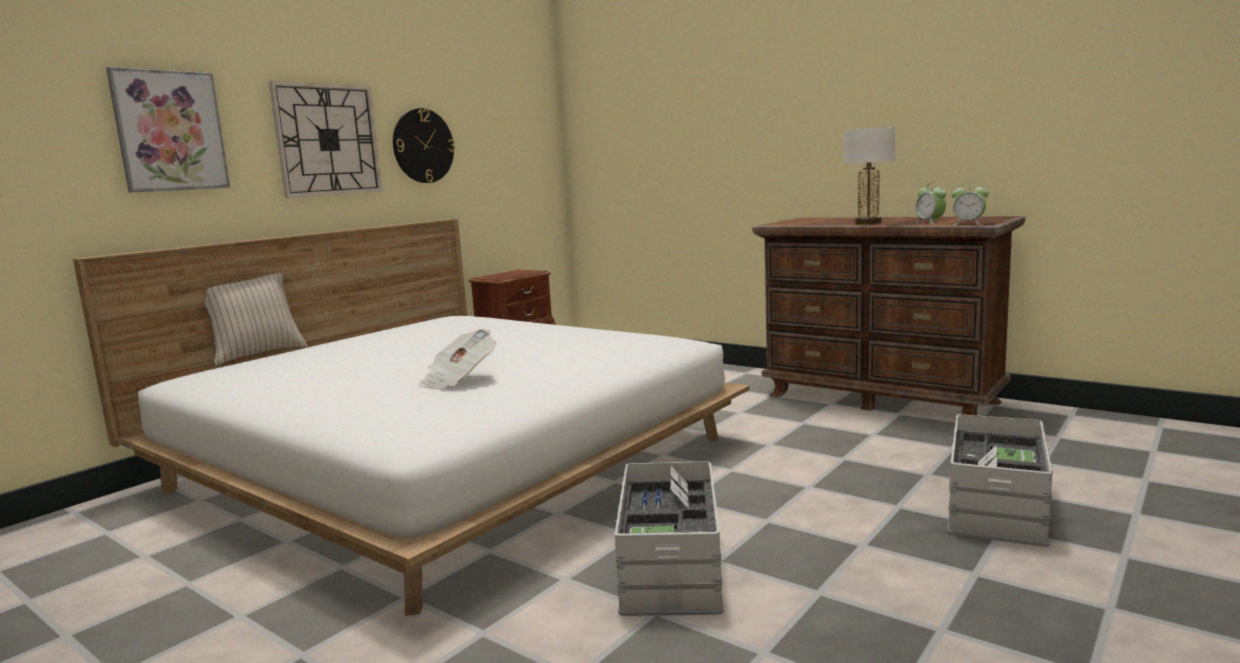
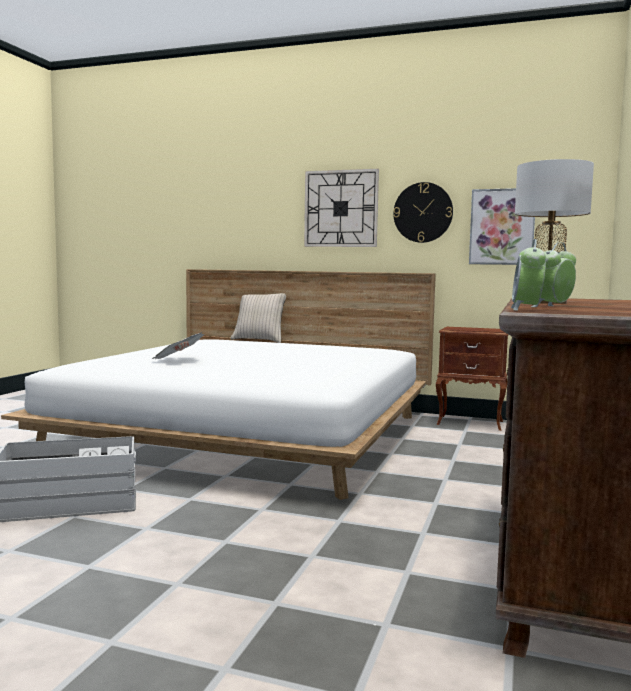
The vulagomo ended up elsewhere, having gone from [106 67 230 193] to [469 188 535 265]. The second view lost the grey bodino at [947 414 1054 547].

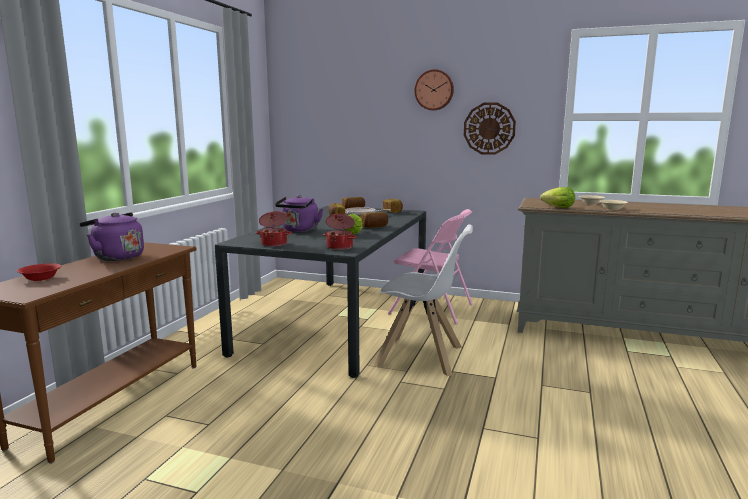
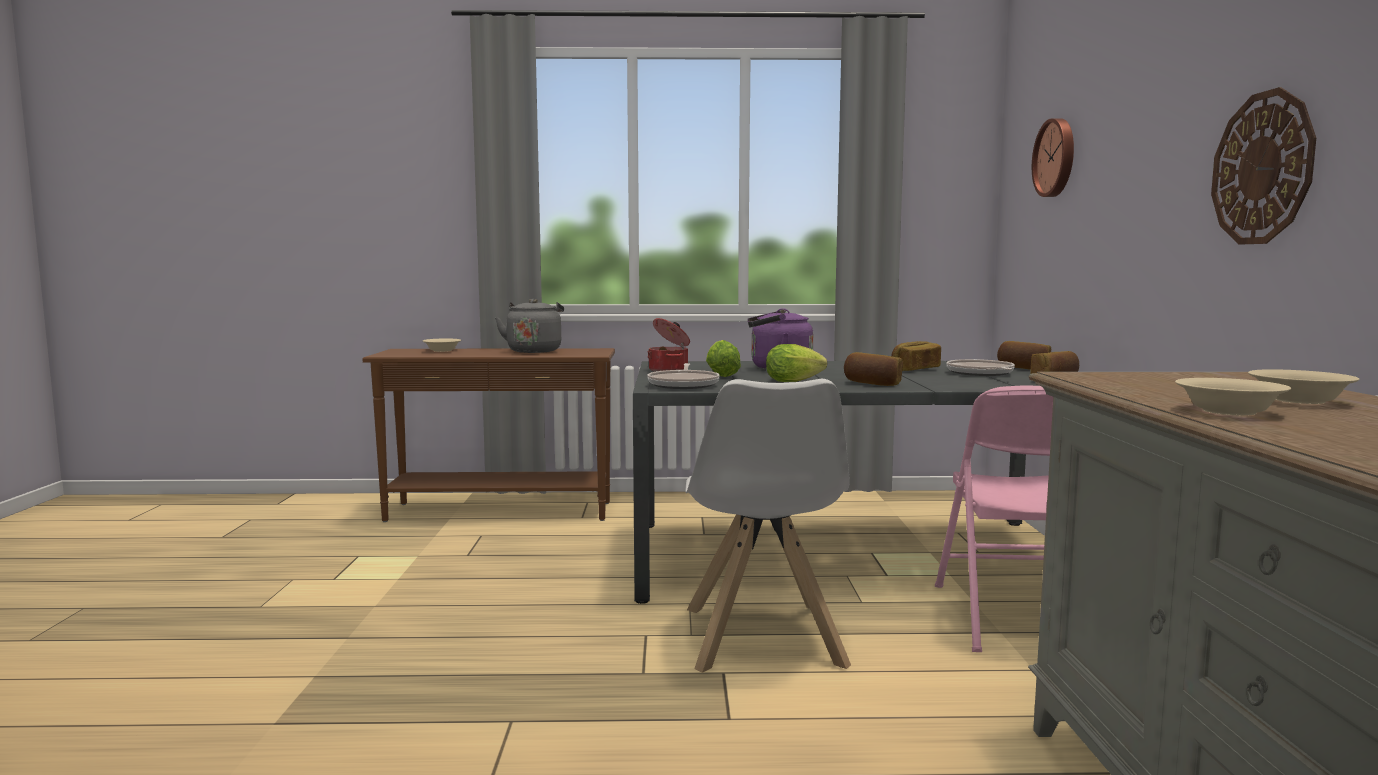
What was the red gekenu at [17 263 61 281] turned into the beige gekenu at [423 338 461 352]. What was the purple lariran at [79 212 144 261] turned into the grey lariran at [495 299 564 353]. Where the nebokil stood at [323 214 357 250], the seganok came to stand at [647 363 720 389]. The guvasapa ended up elsewhere, having gone from [414 69 454 110] to [1032 118 1074 197]. The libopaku ended up elsewhere, having gone from [540 187 575 208] to [706 340 741 377].

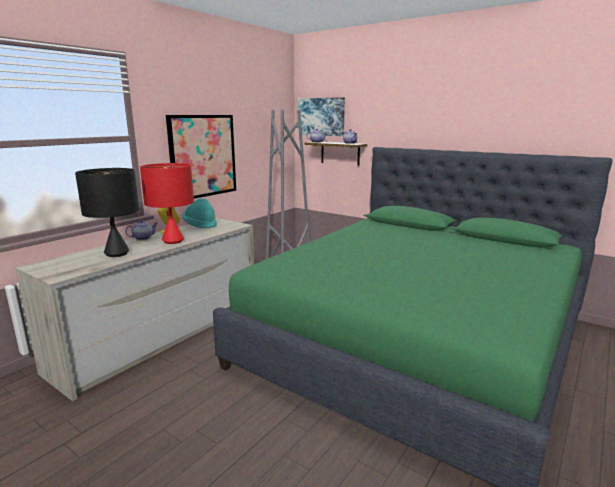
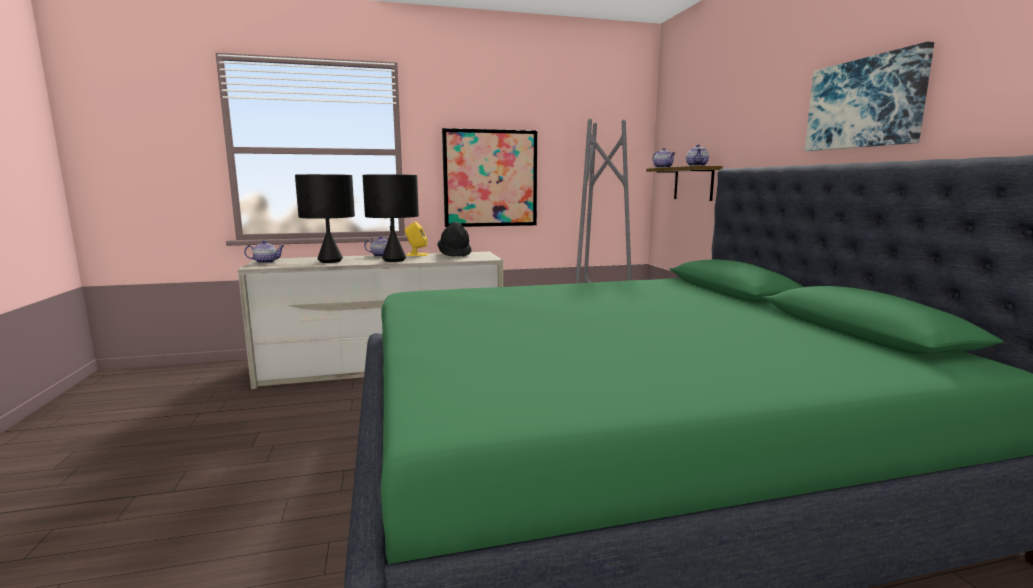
What was the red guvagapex at [140 163 194 244] turned into the black guvagapex at [363 174 419 262]. What was the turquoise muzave at [182 198 217 229] turned into the black muzave at [438 222 471 257]. The vulagomo ended up elsewhere, having gone from [298 97 345 136] to [805 42 934 151]. The second view gained the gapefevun at [244 240 284 263].

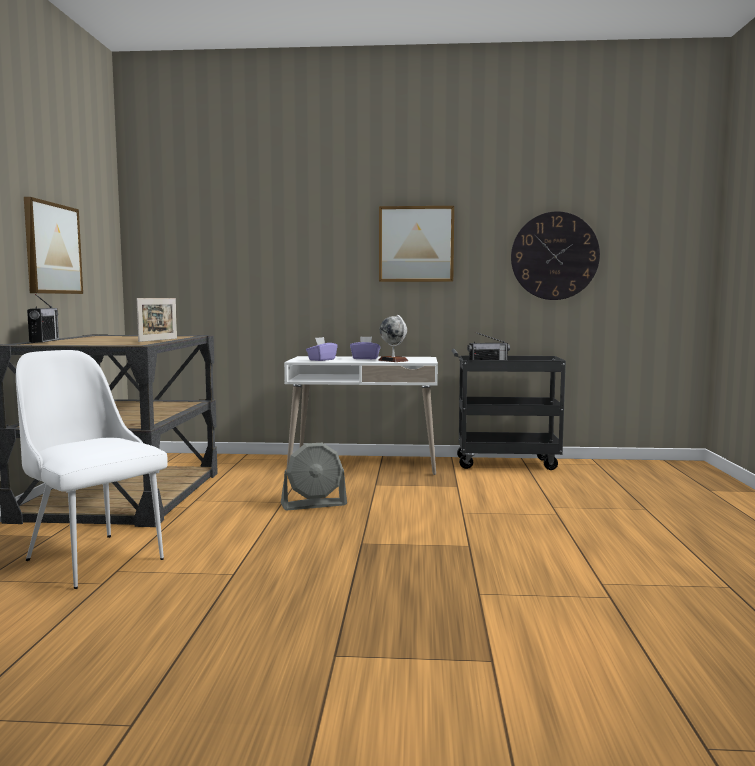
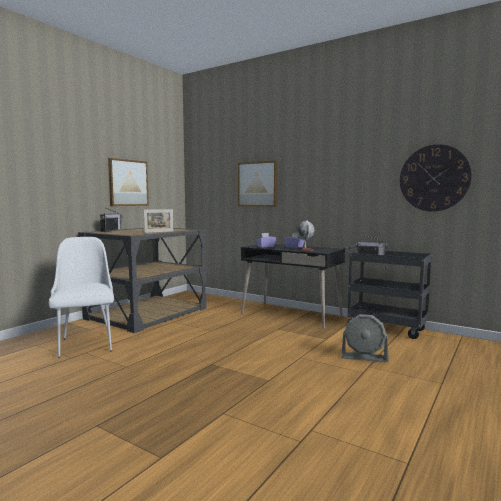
The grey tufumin ended up elsewhere, having gone from [281 443 347 510] to [341 314 389 362]. What was the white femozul at [284 356 438 475] turned into the black femozul at [241 244 345 329]. The vulagomo ended up elsewhere, having gone from [379 206 454 282] to [238 161 277 207].

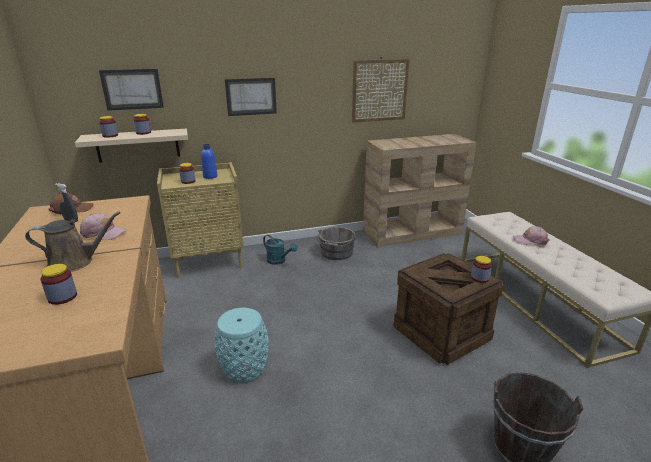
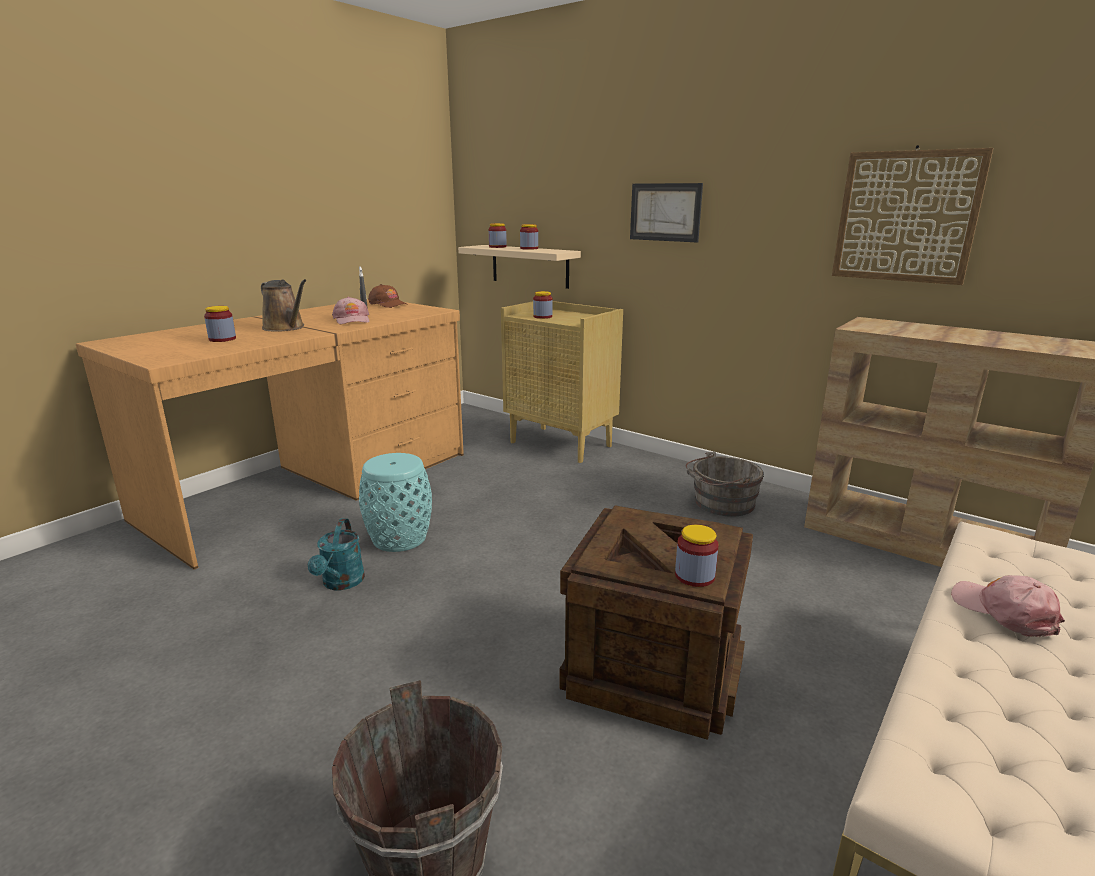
The second view lost the vulagomo at [99 69 164 110]. The second view lost the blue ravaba at [201 144 217 179]. The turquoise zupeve ended up elsewhere, having gone from [263 235 297 265] to [308 518 365 591].

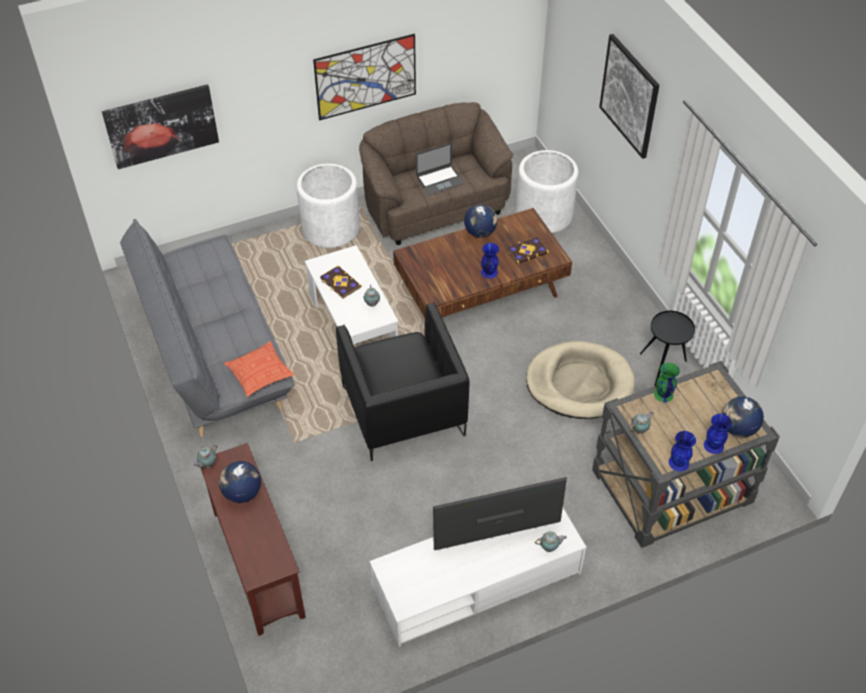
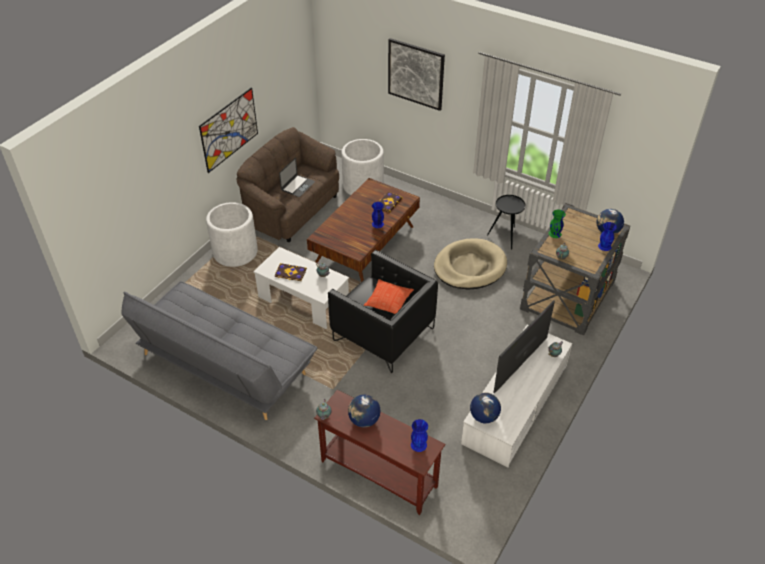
The second view lost the vulagomo at [102 84 219 169]. The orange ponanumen ended up elsewhere, having gone from [224 341 294 397] to [364 279 414 314]. The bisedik ended up elsewhere, having gone from [464 204 497 238] to [470 392 501 424]. The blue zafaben ended up elsewhere, having gone from [669 431 696 471] to [411 419 428 452].

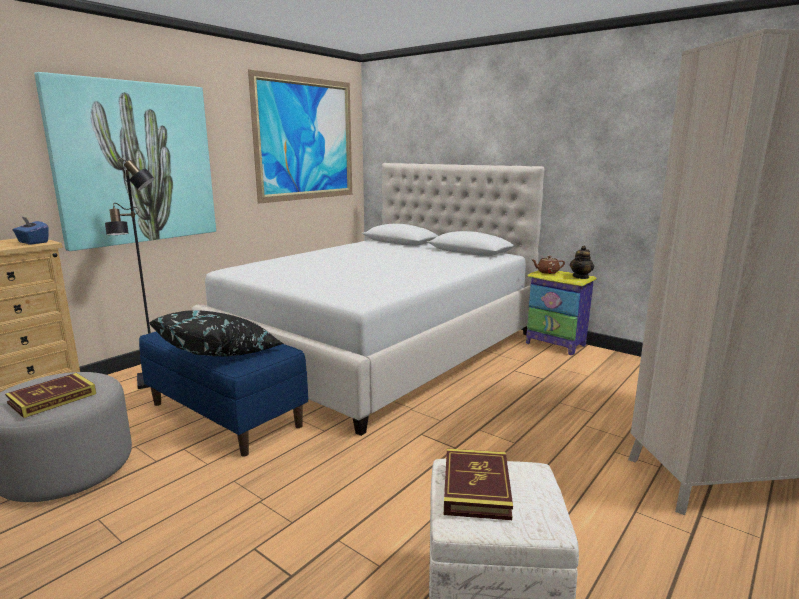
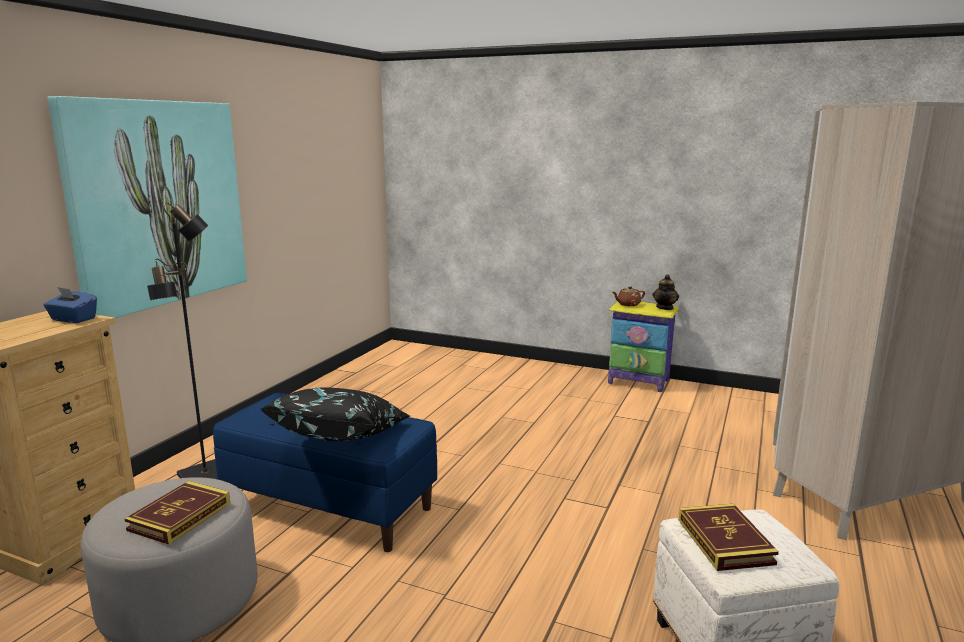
The second view lost the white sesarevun at [192 163 544 436]. The second view lost the vulagomo at [248 69 352 204].

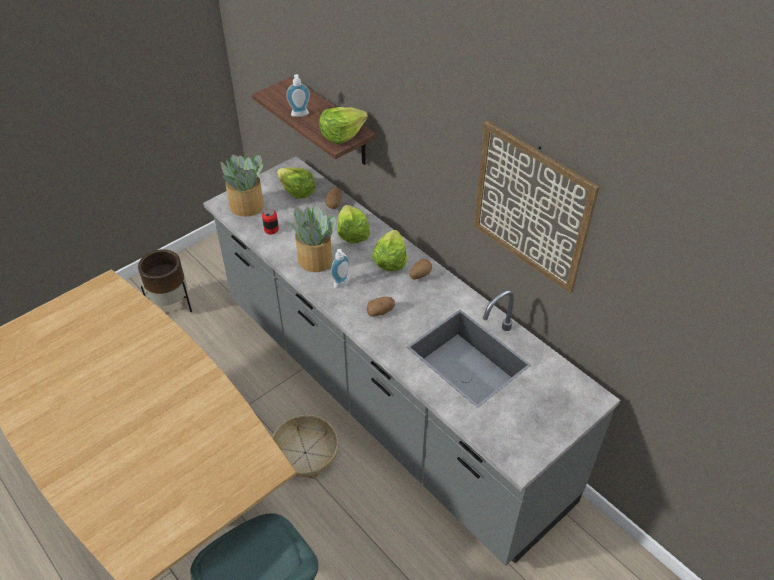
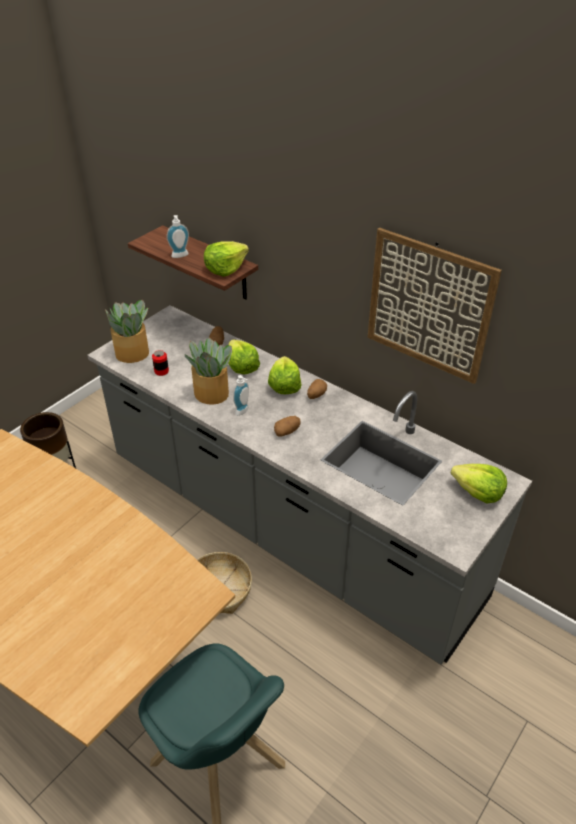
The libopaku ended up elsewhere, having gone from [277 167 316 199] to [450 464 507 504].

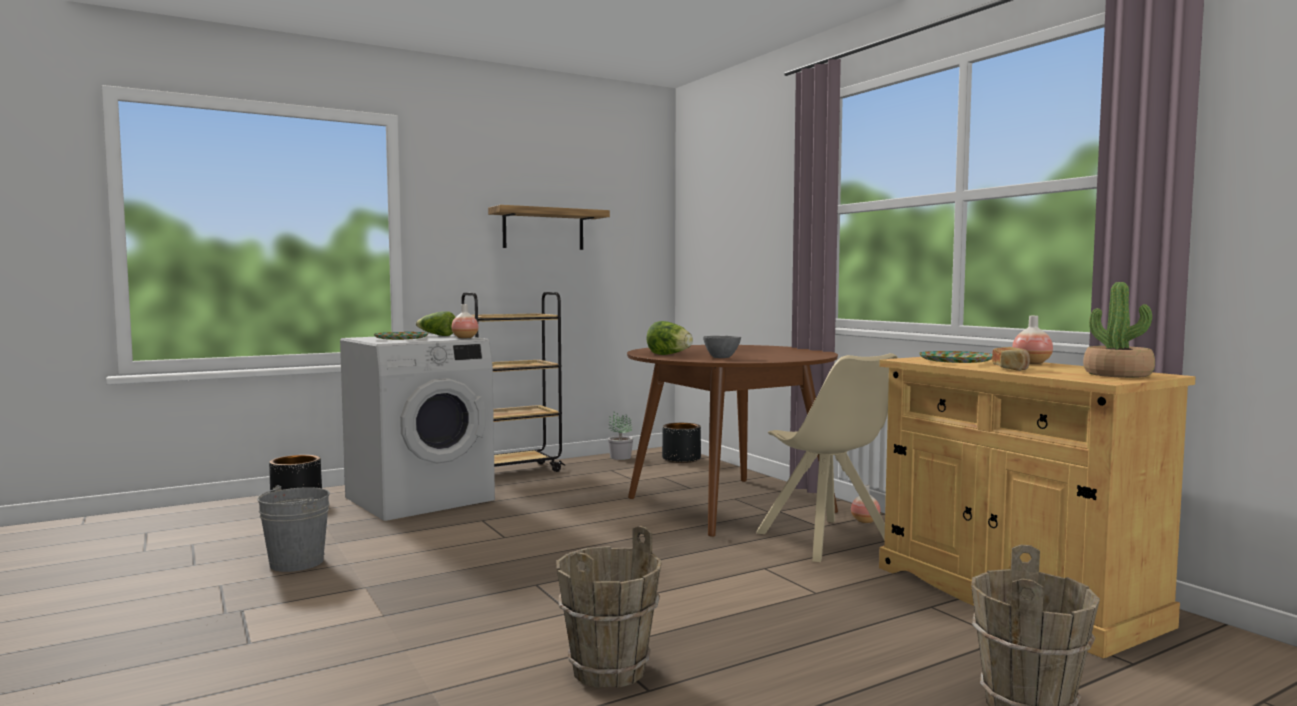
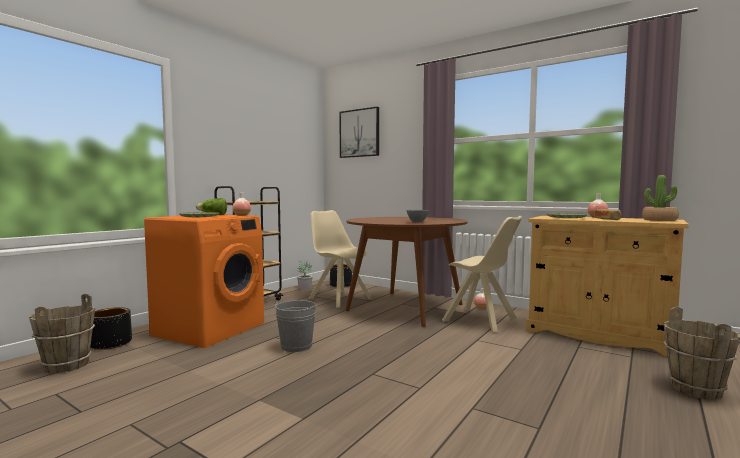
The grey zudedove ended up elsewhere, having gone from [257 485 330 572] to [274 300 317 352]. What was the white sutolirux at [340 334 495 521] turned into the orange sutolirux at [144 215 264 348]. The second view lost the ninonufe at [488 205 610 250]. The brown zudedove ended up elsewhere, having gone from [556 526 662 688] to [29 294 95 374]. The second view lost the libopaku at [646 321 693 355]. The second view gained the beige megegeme at [309 210 372 307]. The second view gained the vulagomo at [339 107 379 158].

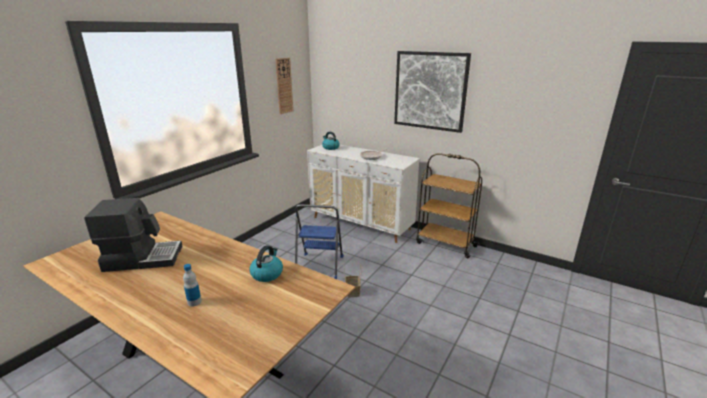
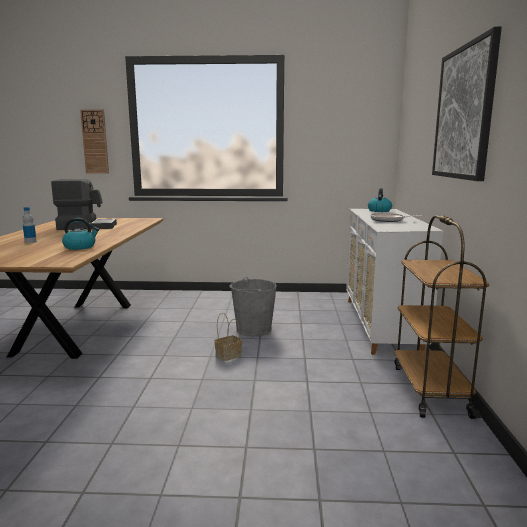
The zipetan at [84 198 182 272] ended up facing another way, 60 degrees counterclockwise from before. The guvasapa ended up elsewhere, having gone from [275 58 293 114] to [80 109 109 174]. Where the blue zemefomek stood at [295 204 344 279], the grey zudedove came to stand at [229 277 277 336].

